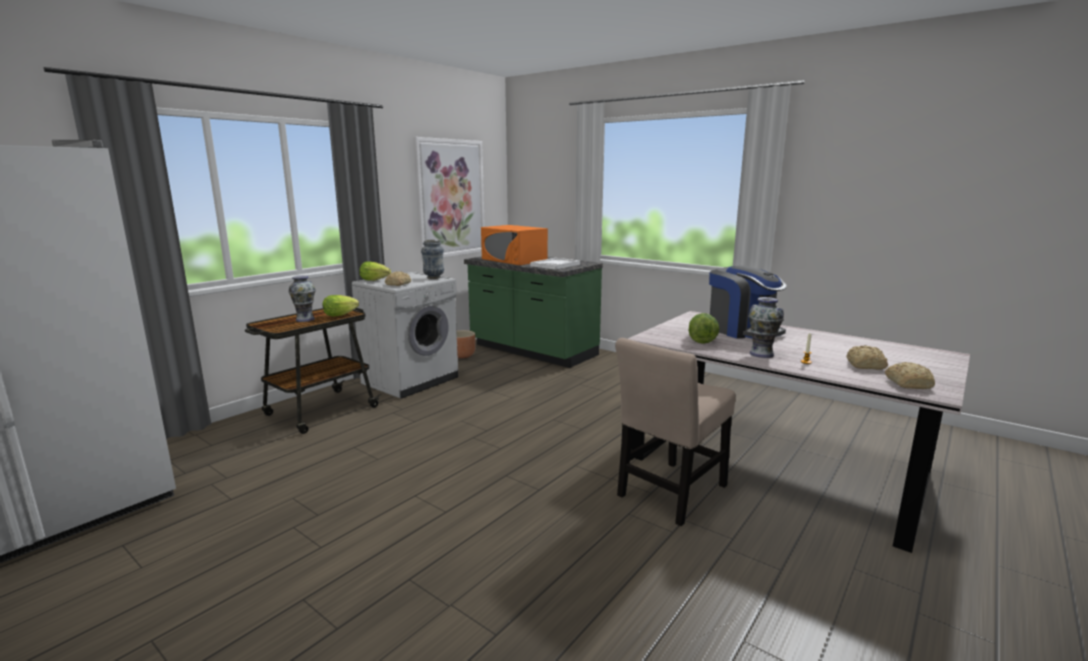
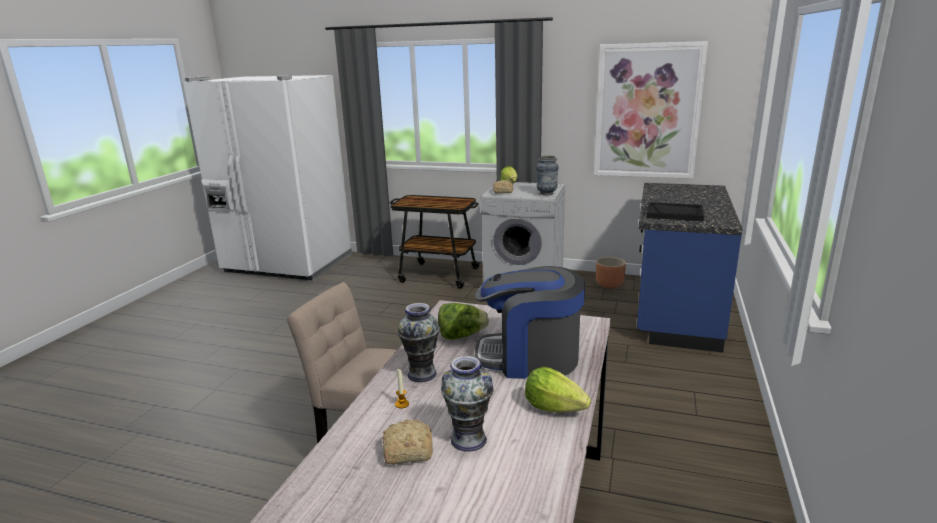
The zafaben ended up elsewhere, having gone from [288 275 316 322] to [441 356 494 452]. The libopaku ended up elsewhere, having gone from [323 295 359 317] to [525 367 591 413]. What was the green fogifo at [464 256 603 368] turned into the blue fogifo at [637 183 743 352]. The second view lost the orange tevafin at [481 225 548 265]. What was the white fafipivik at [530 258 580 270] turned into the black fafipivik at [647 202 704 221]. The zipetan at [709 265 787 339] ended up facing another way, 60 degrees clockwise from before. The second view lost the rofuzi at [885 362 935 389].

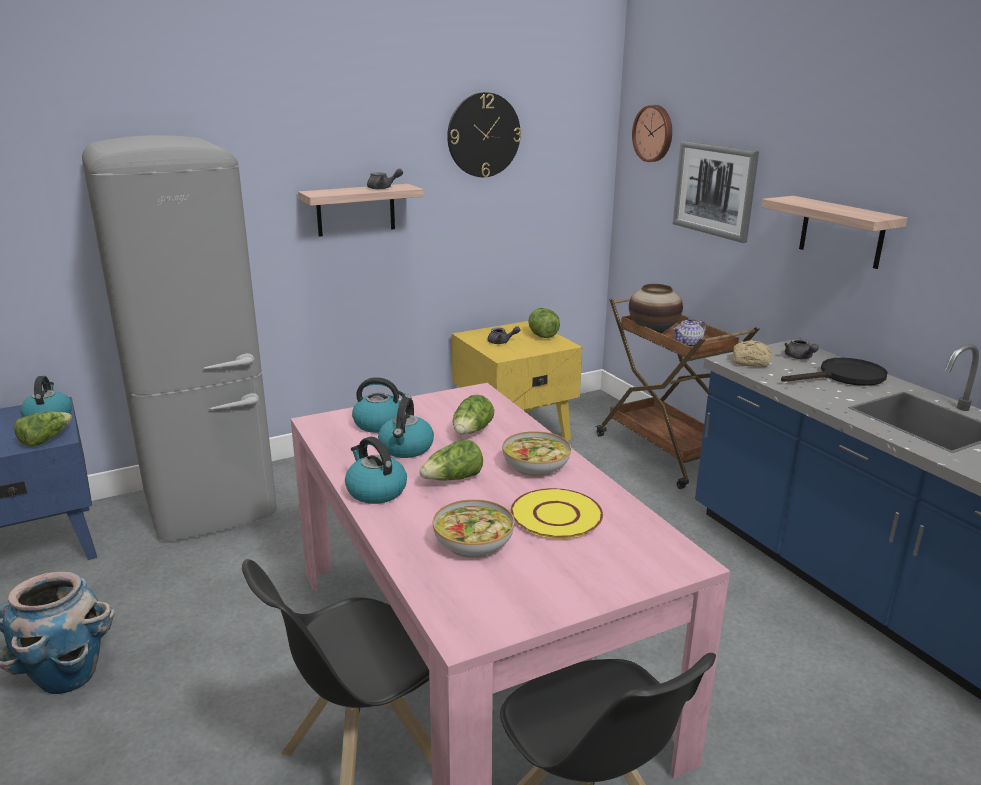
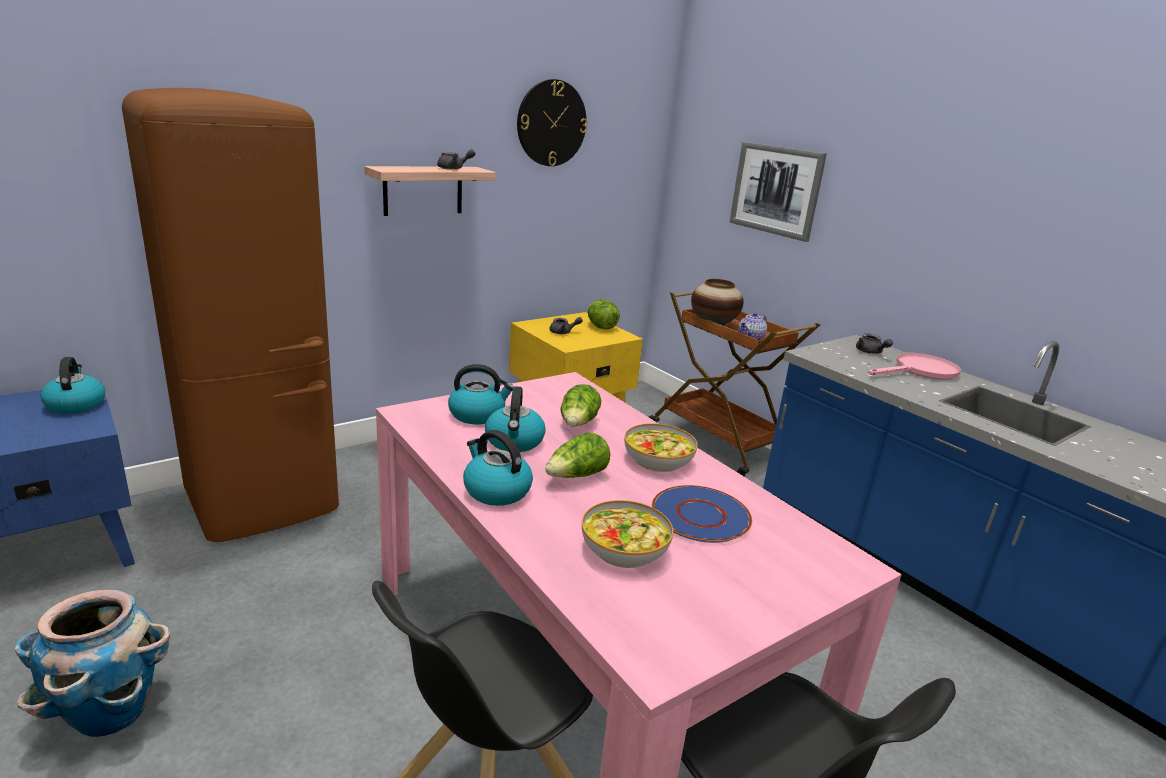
The second view lost the libopaku at [14 412 72 447]. What was the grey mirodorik at [82 135 277 541] turned into the brown mirodorik at [122 88 339 542]. What was the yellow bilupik at [511 488 603 539] turned into the blue bilupik at [652 485 752 543]. The second view lost the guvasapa at [632 105 672 162]. The second view lost the rofuzi at [733 340 771 367]. The second view lost the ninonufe at [761 196 907 269]. What was the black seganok at [781 358 888 386] turned into the pink seganok at [868 353 961 380].

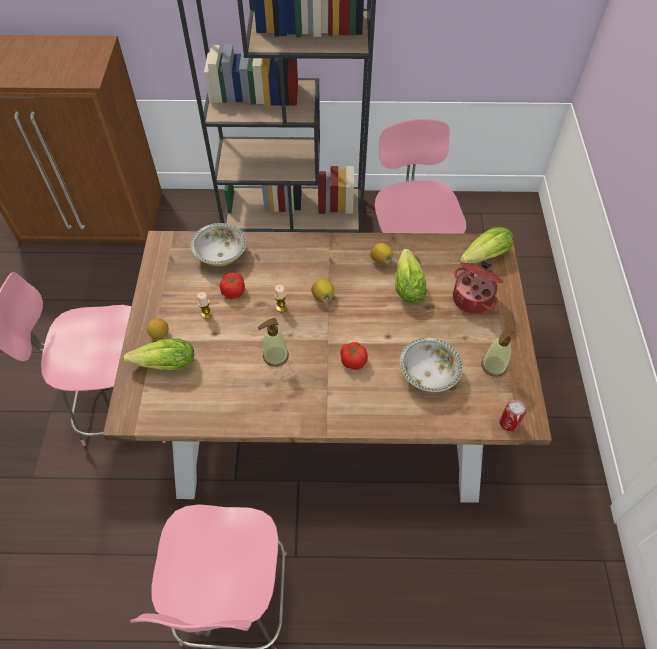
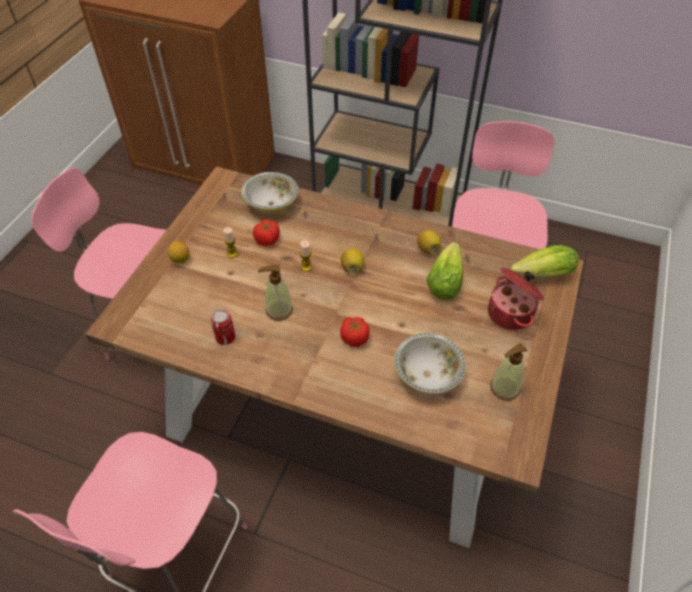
The second view lost the libopaku at [124 338 194 370]. The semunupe ended up elsewhere, having gone from [499 400 526 431] to [211 309 235 345].

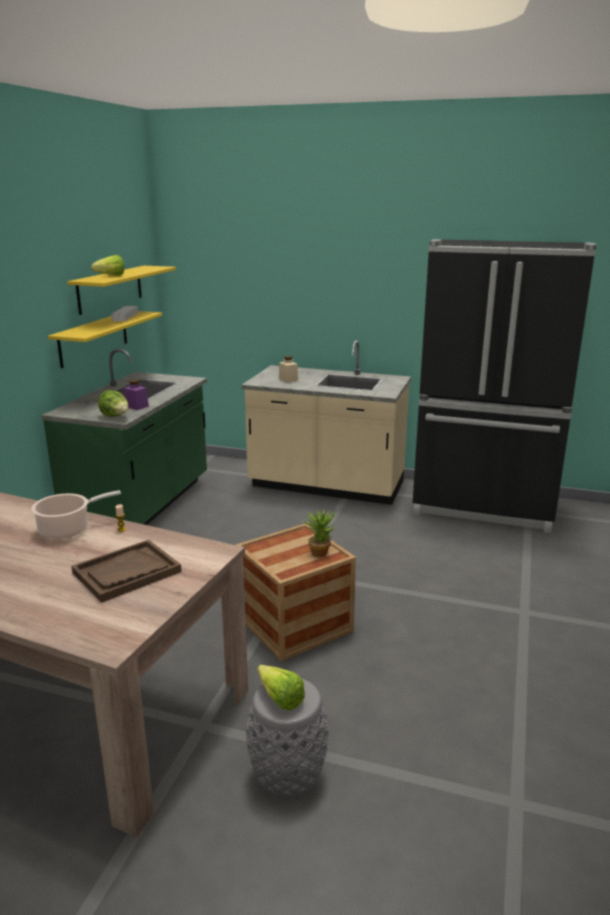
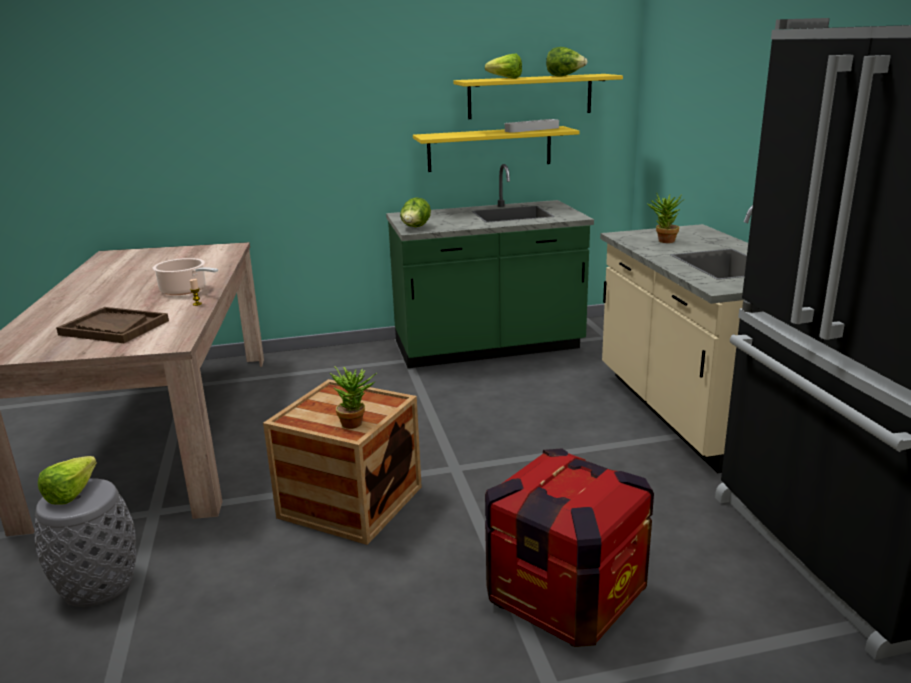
The second view lost the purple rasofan at [124 380 149 410]. Where the beige rasofan stood at [279 356 298 383], the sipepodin came to stand at [647 192 683 243]. The second view gained the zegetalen at [485 448 654 647]. The second view gained the libopaku at [546 47 587 77].

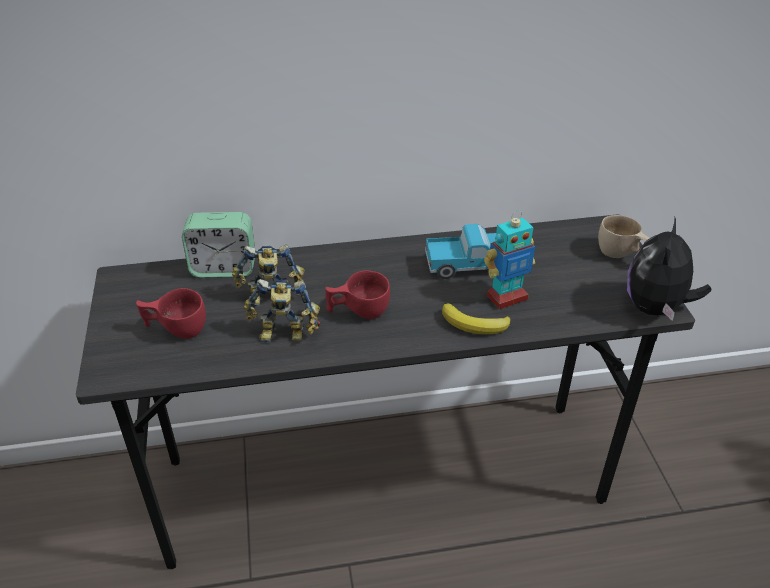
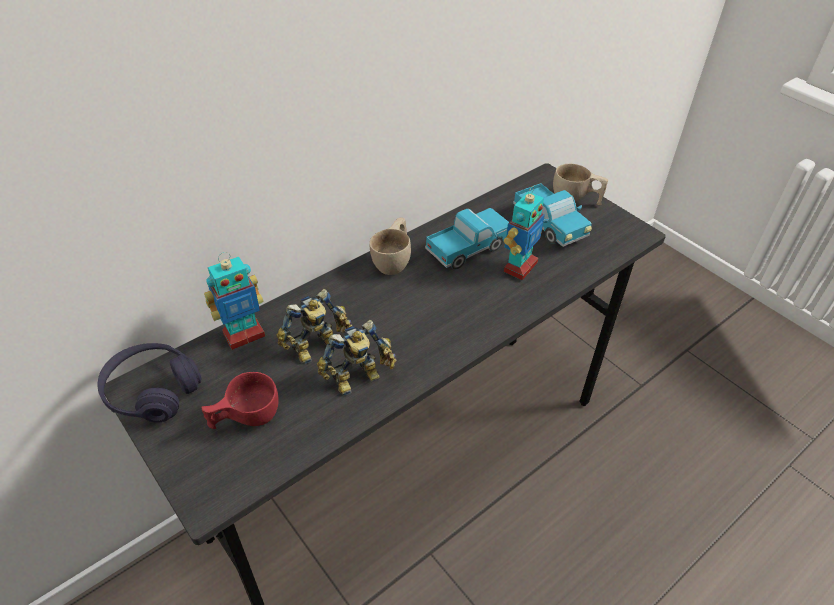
Where the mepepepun stood at [182 212 255 278], the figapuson came to stand at [204 252 265 350]. The second view lost the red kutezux at [325 270 390 319]. The second view lost the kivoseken at [442 303 510 334]. The second view lost the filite at [627 218 711 321]. The second view gained the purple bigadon at [97 343 201 423]. The second view gained the beige kutezux at [369 217 411 275]. The second view gained the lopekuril at [513 183 592 247].

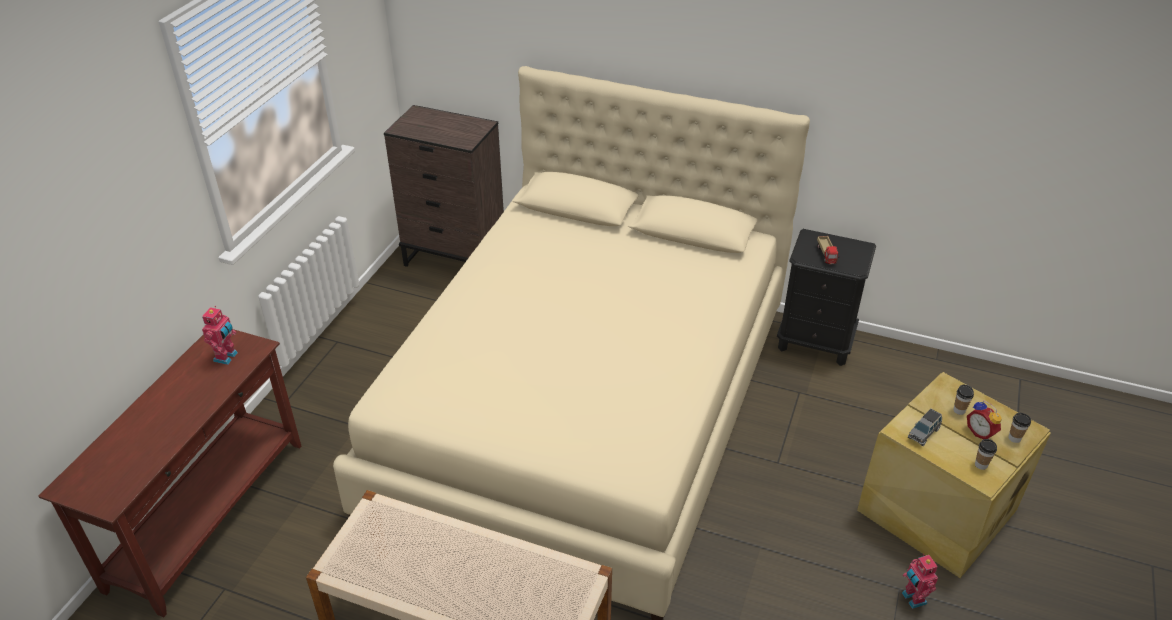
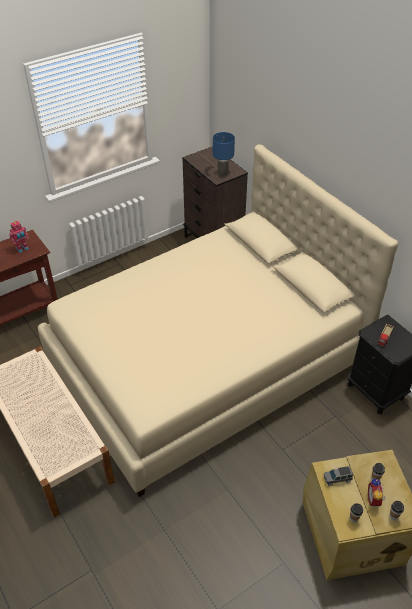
The second view lost the figapuson at [902 554 938 609]. The second view gained the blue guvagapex at [213 132 235 176].

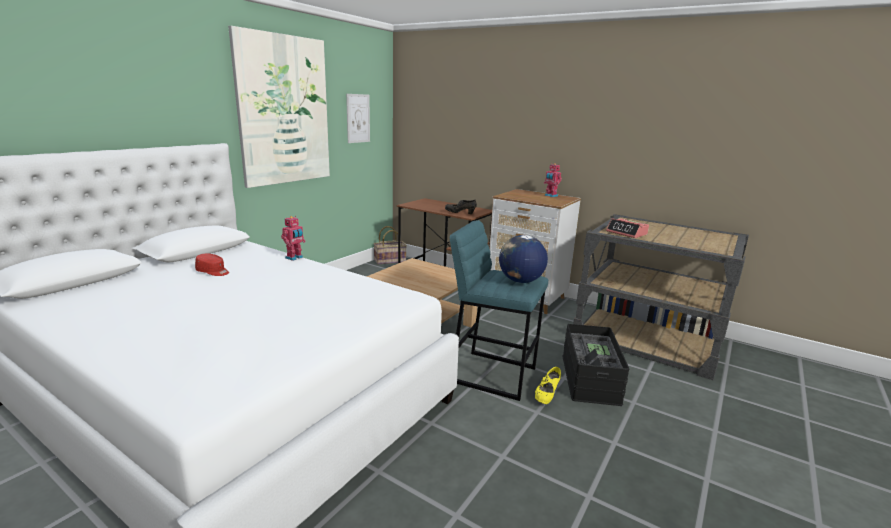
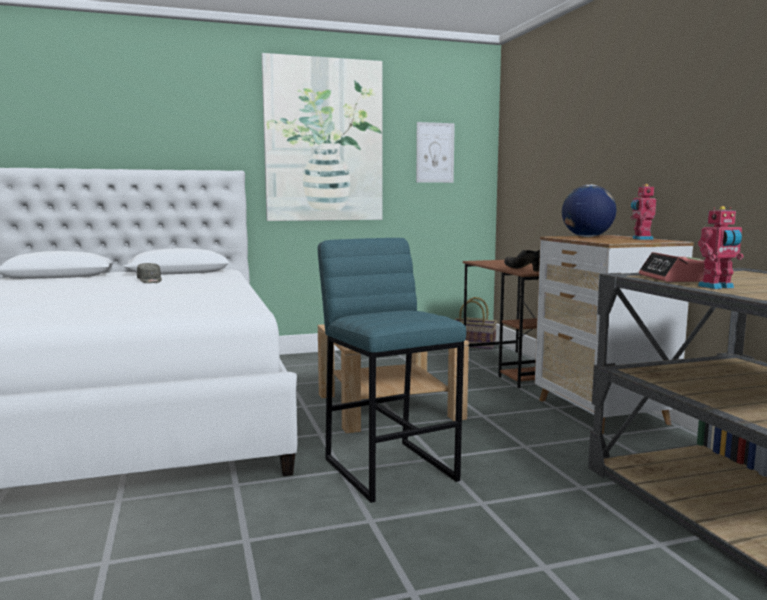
What was the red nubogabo at [195 254 229 276] turned into the grey nubogabo at [137 263 162 283]. The figapuson ended up elsewhere, having gone from [281 216 305 261] to [698 206 743 289]. The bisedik ended up elsewhere, having gone from [499 235 548 283] to [562 185 616 237]. The second view lost the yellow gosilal at [535 367 561 404]. The second view lost the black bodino at [562 324 629 406].

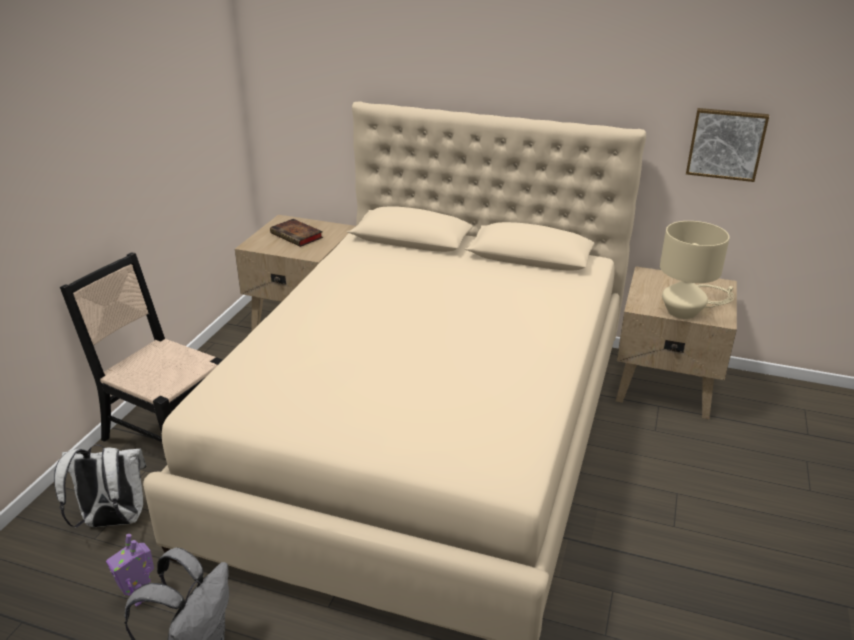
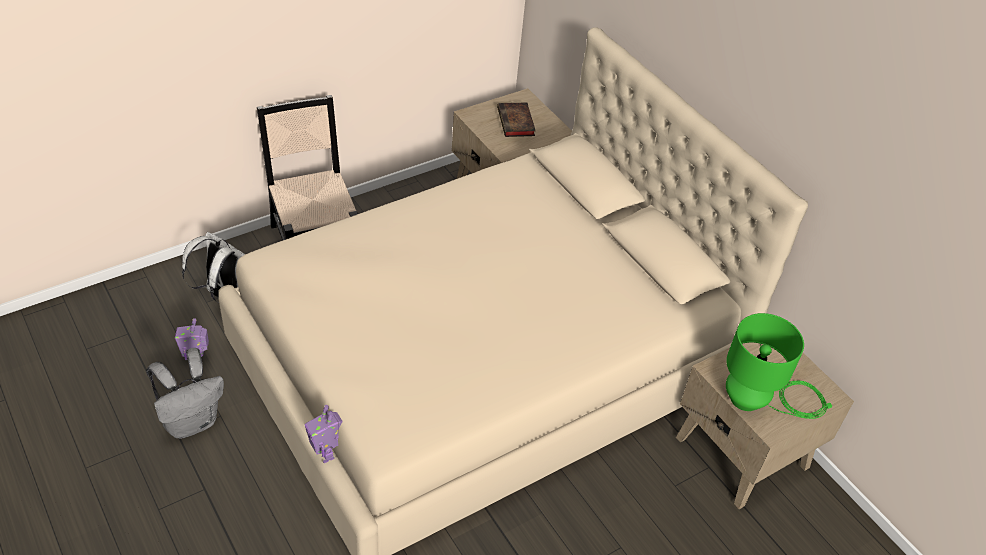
What was the beige guvagapex at [660 221 734 319] turned into the green guvagapex at [726 313 832 419]. The second view lost the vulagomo at [686 108 769 182]. The second view gained the figapuson at [305 405 343 463].

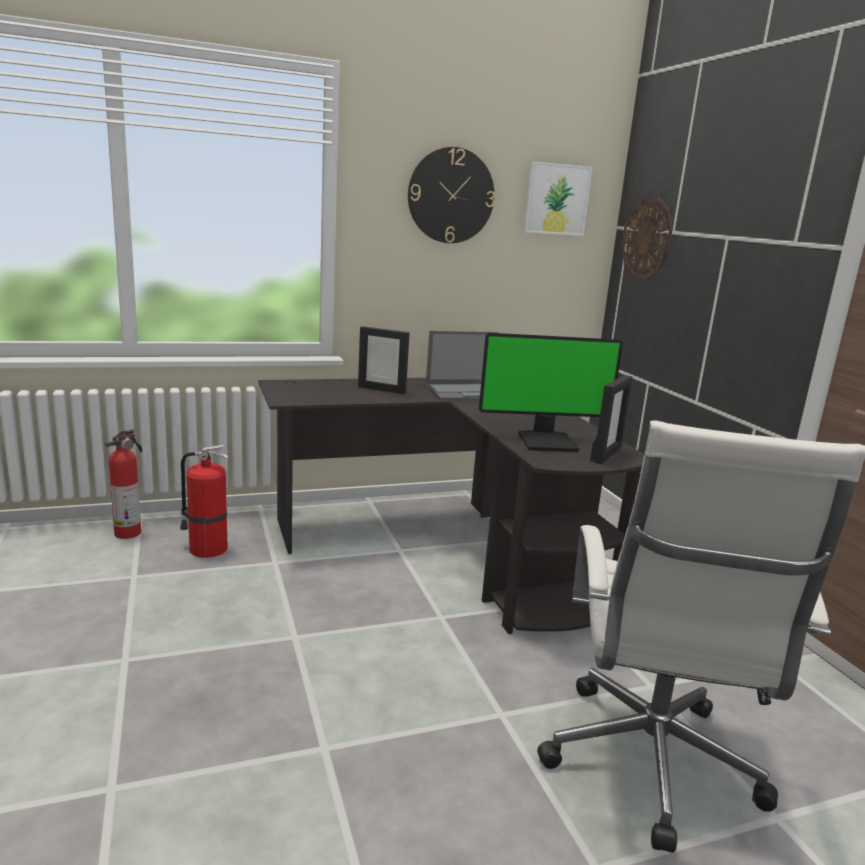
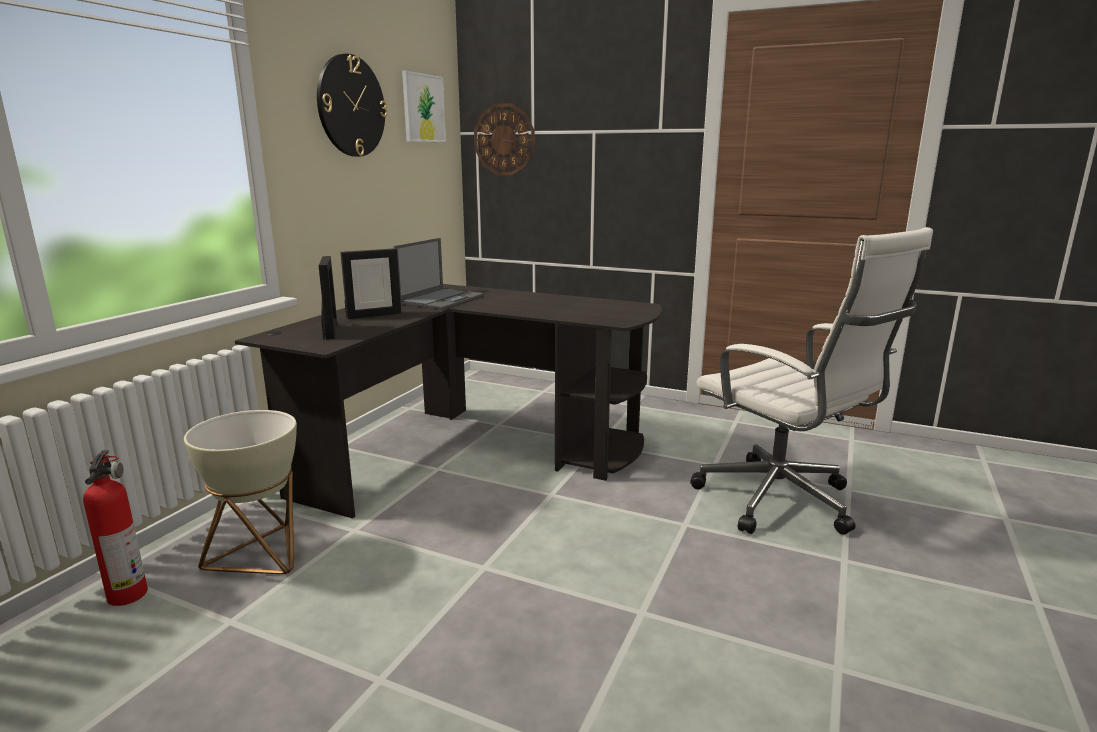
Where the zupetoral stood at [180 445 228 558], the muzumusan came to stand at [184 410 297 574]. The second view lost the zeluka at [479 333 623 452]. The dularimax ended up elsewhere, having gone from [590 375 633 464] to [318 256 337 340].

